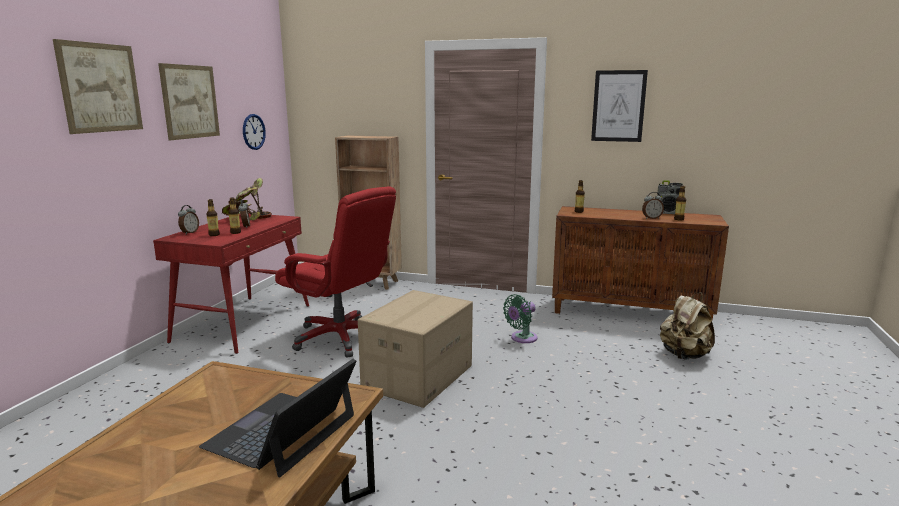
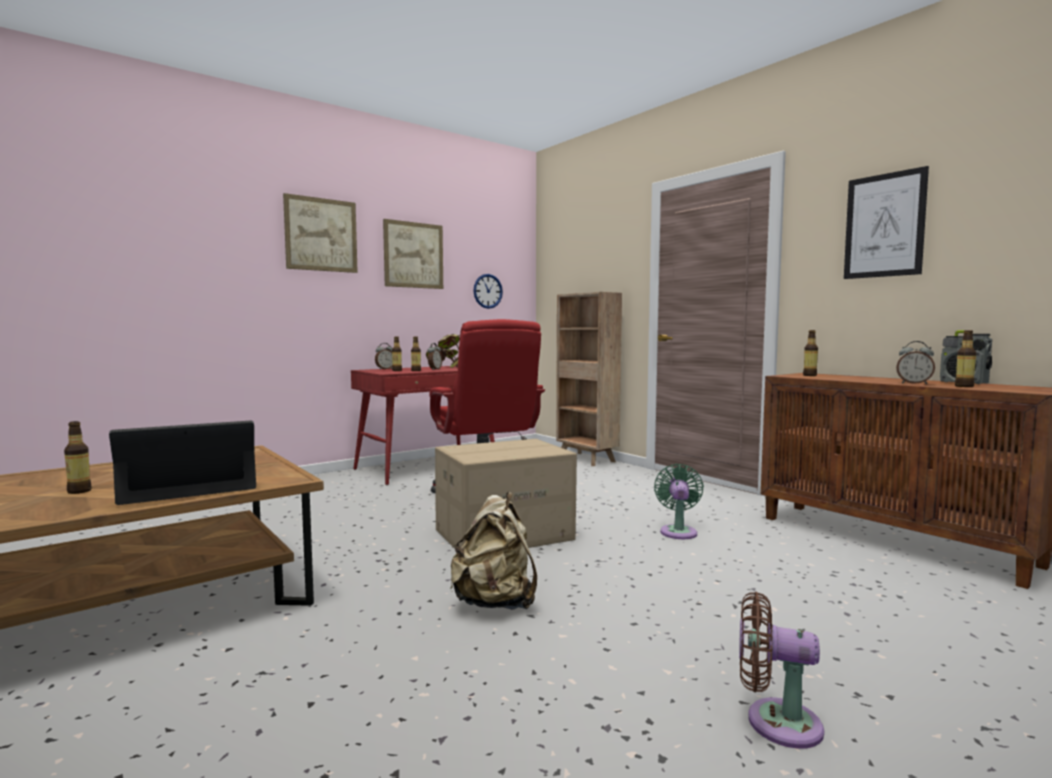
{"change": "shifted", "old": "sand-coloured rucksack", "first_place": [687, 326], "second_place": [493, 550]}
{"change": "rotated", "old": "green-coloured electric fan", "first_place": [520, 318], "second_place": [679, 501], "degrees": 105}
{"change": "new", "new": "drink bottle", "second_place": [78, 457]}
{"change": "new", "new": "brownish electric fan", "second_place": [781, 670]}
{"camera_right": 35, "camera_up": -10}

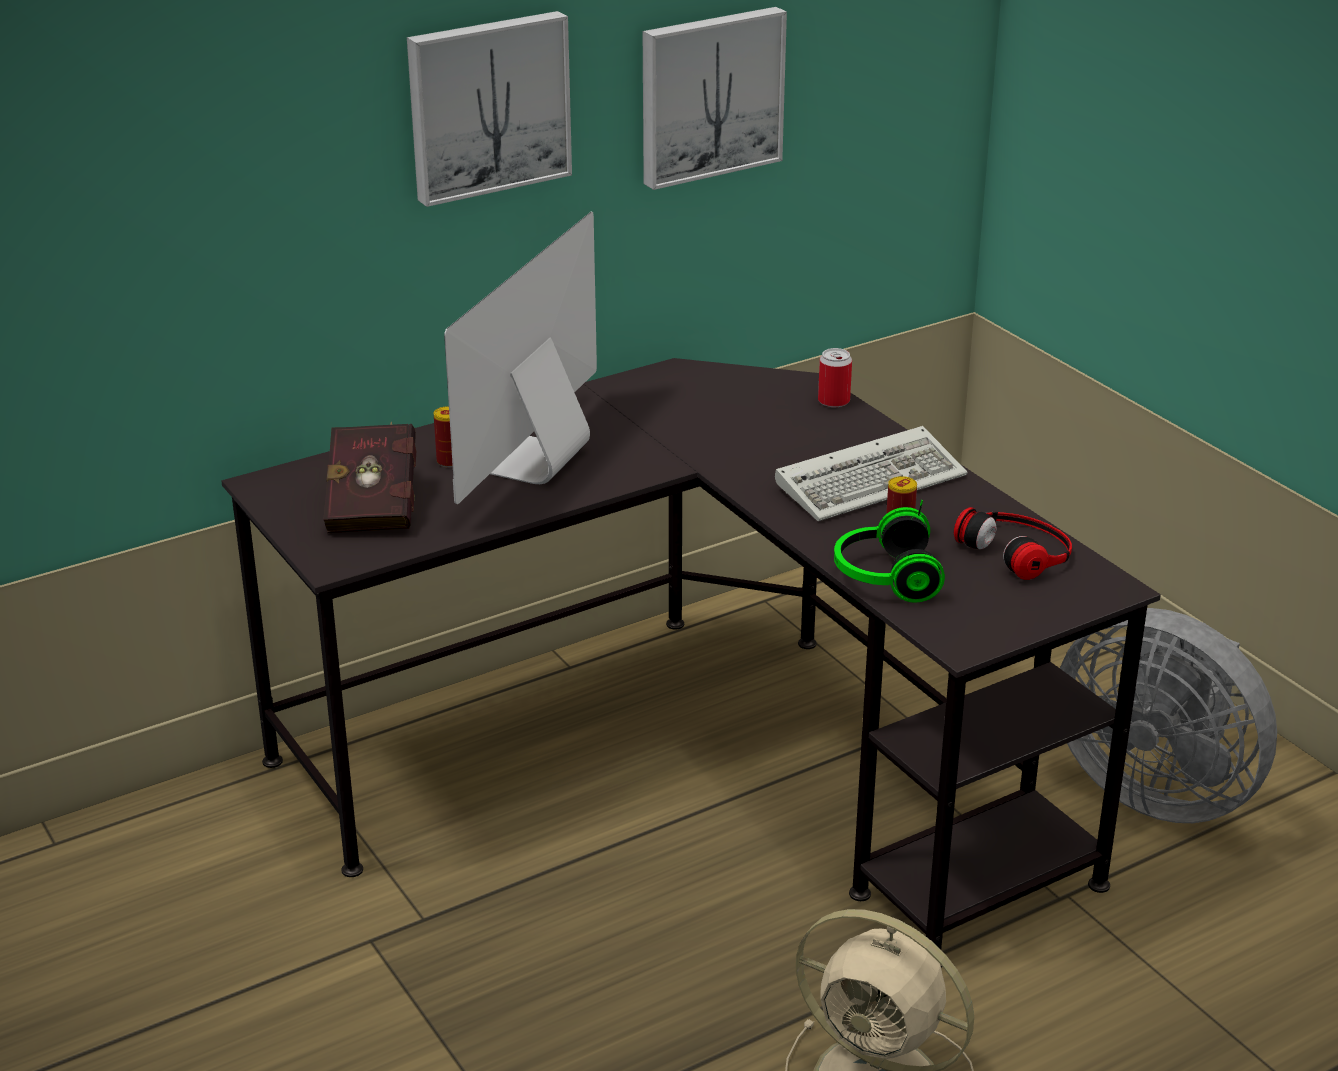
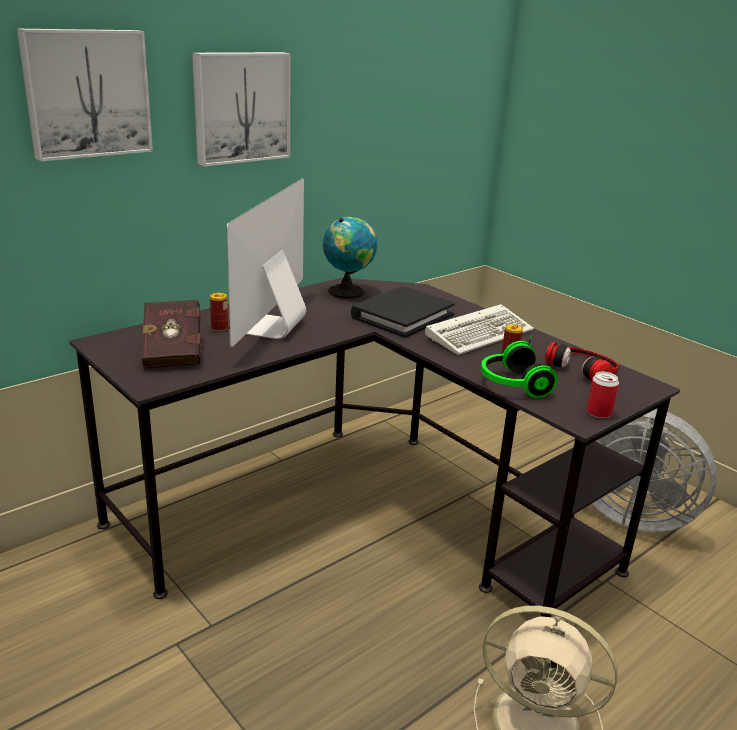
{"change": "shifted", "old": "picture", "first_place": [715, 98], "second_place": [85, 95]}
{"change": "shifted", "old": "can", "first_place": [835, 377], "second_place": [602, 395]}
{"change": "new", "new": "world globe", "second_place": [350, 258]}
{"change": "new", "new": "black book", "second_place": [403, 312]}
{"camera_right": -10, "camera_up": -5}

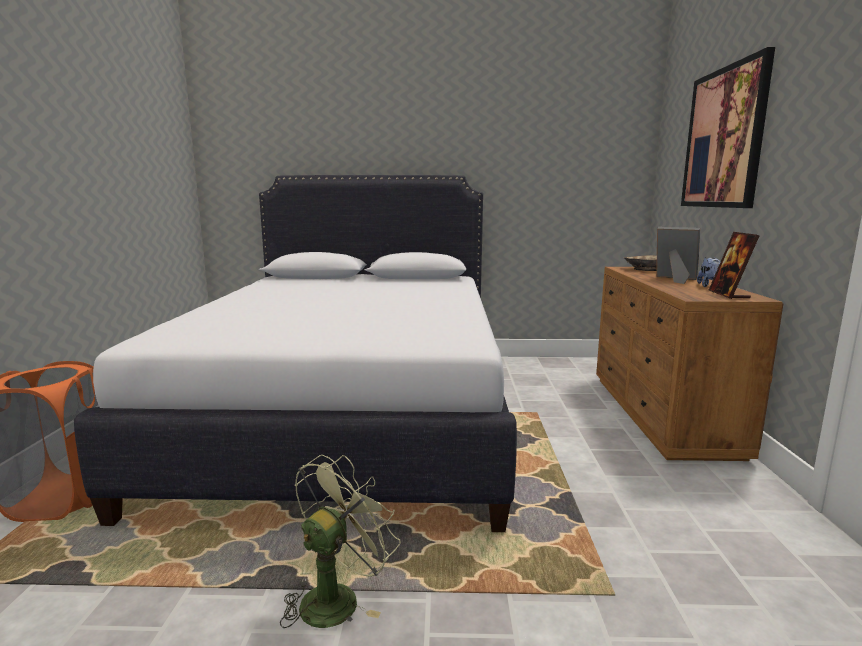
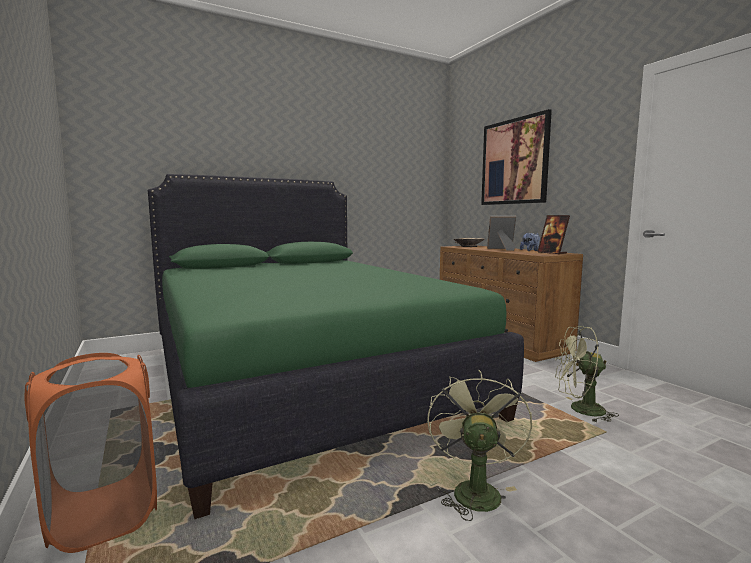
{"change": "repainted", "old": "white sleeping bed", "new": "green-coloured sleeping bed", "first_place": [295, 353], "second_place": [336, 346]}
{"change": "new", "new": "green-coloured electric fan", "second_place": [587, 374]}
{"camera_right": -30, "camera_up": -5}

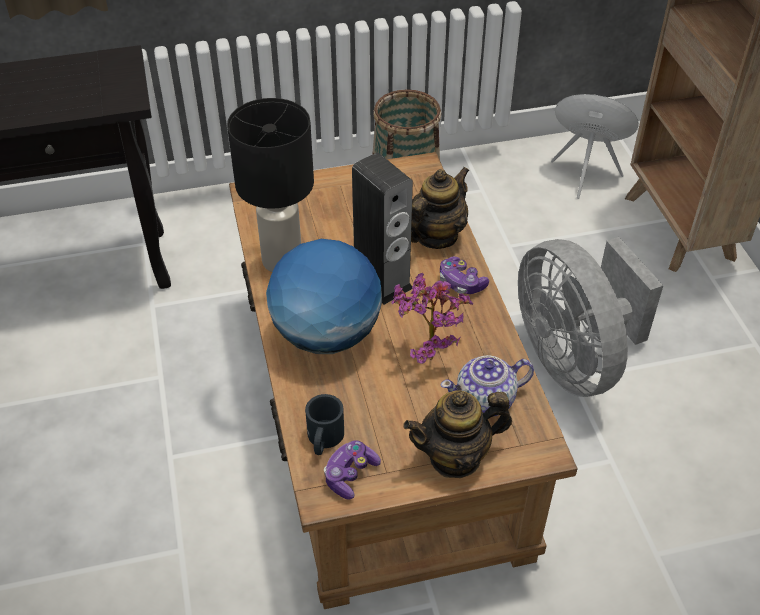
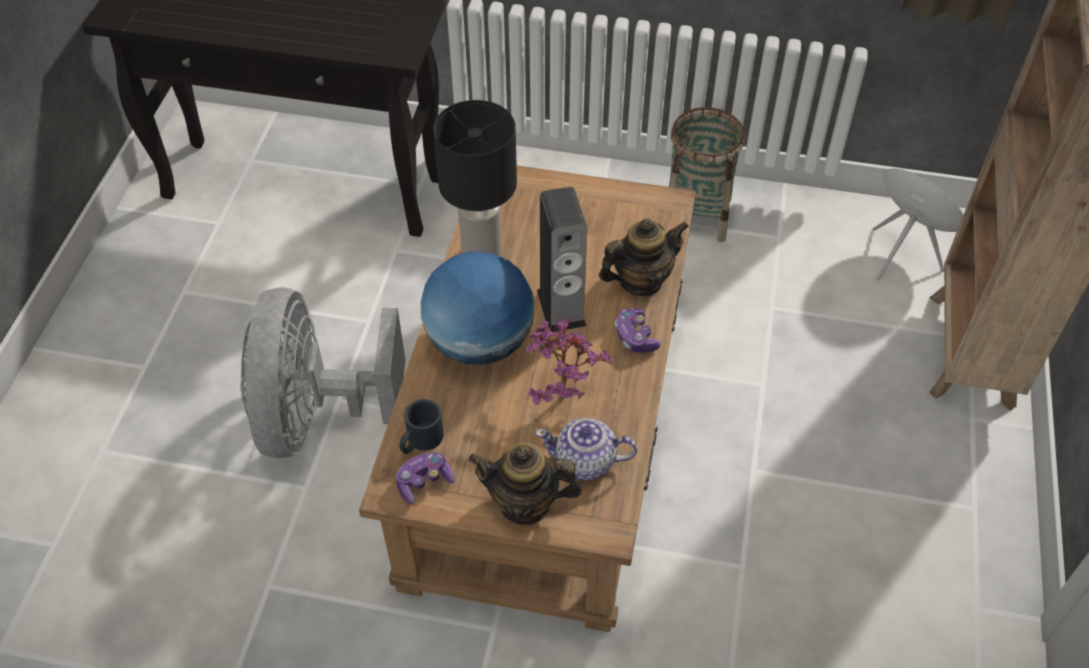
{"change": "shifted", "old": "grey electric fan", "first_place": [590, 317], "second_place": [322, 372]}
{"camera_right": 25, "camera_up": 5}

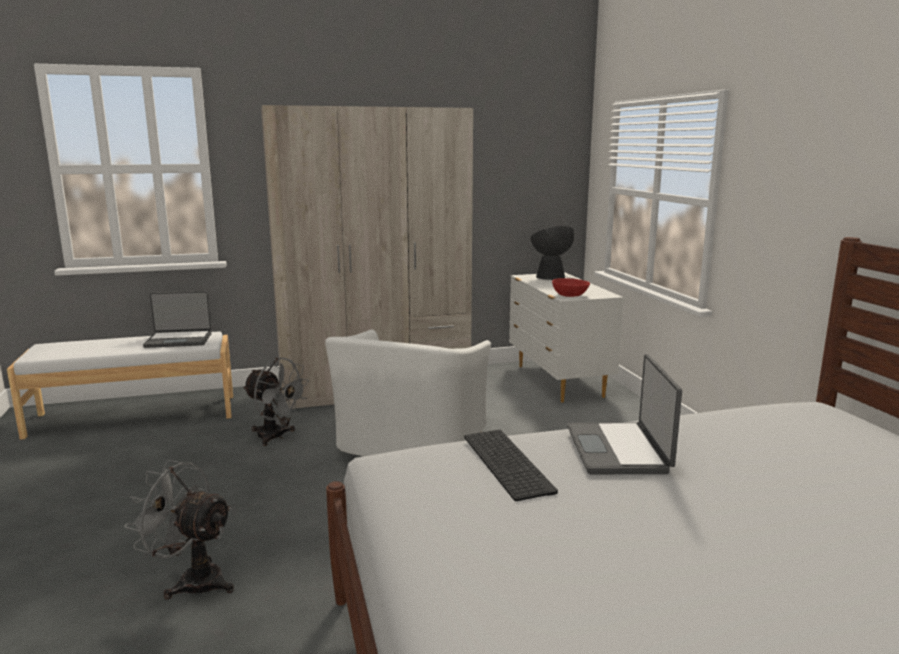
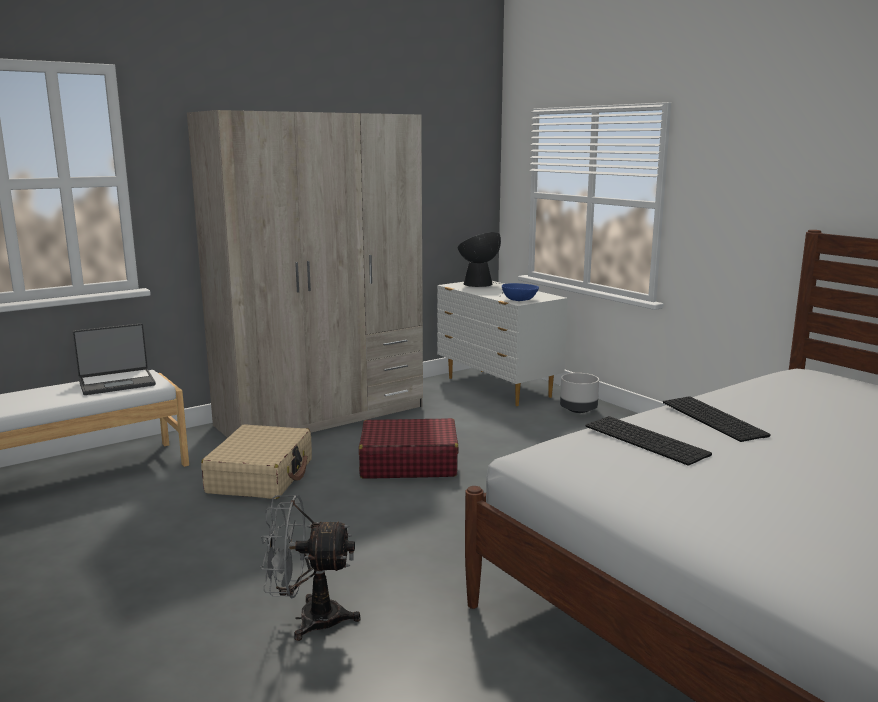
{"change": "repainted", "old": "red-coloured serving bowl", "new": "blue-coloured serving bowl", "first_place": [571, 287], "second_place": [520, 292]}
{"change": "swapped", "old": "white easy chair", "new": "red-coloured suitcase", "first_place": [408, 393], "second_place": [408, 448]}
{"change": "swapped", "old": "laptop", "new": "computer keyboard", "first_place": [624, 414], "second_place": [717, 419]}
{"change": "swapped", "old": "grey electric fan", "new": "sand-coloured suitcase", "first_place": [276, 402], "second_place": [256, 461]}
{"change": "new", "new": "grey flower pot", "second_place": [579, 393]}
{"camera_right": -20, "camera_up": 0}

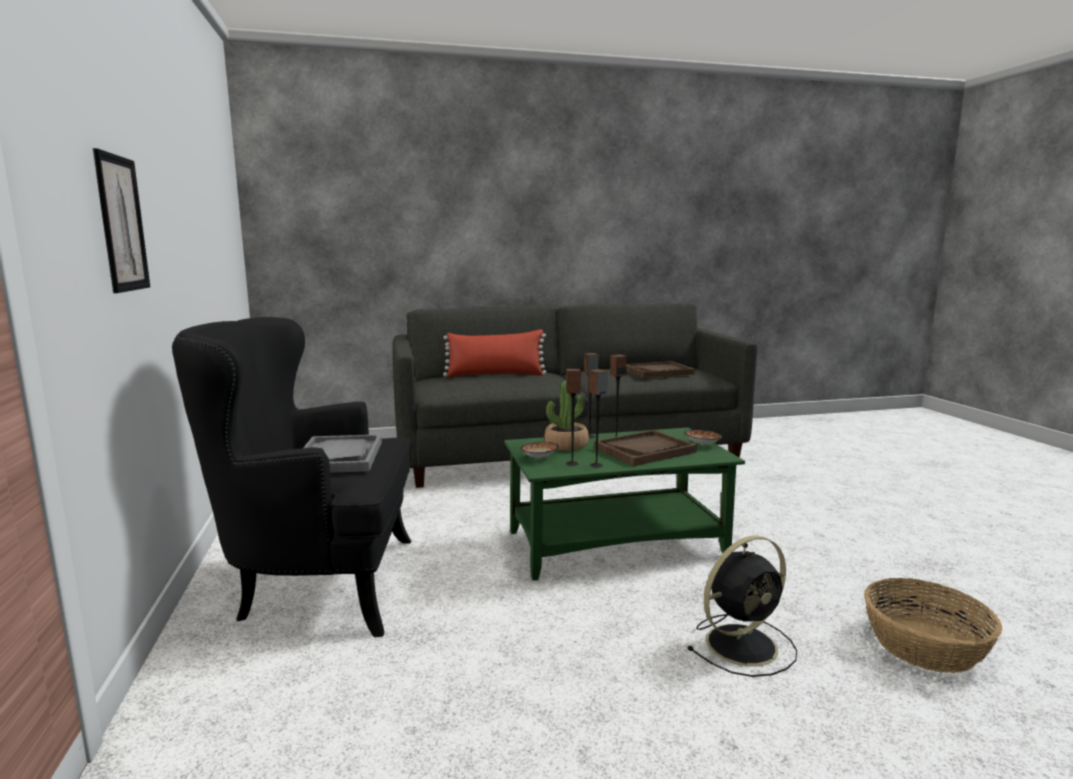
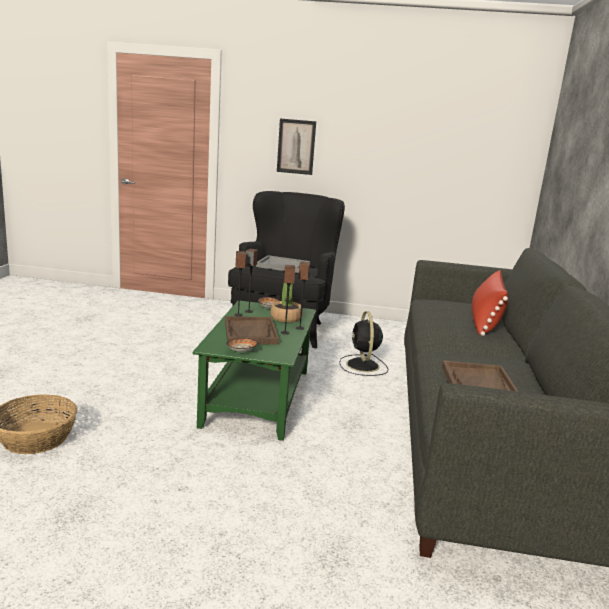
{"change": "shifted", "old": "black electric fan", "first_place": [742, 606], "second_place": [363, 343]}
{"camera_right": 110, "camera_up": 5}

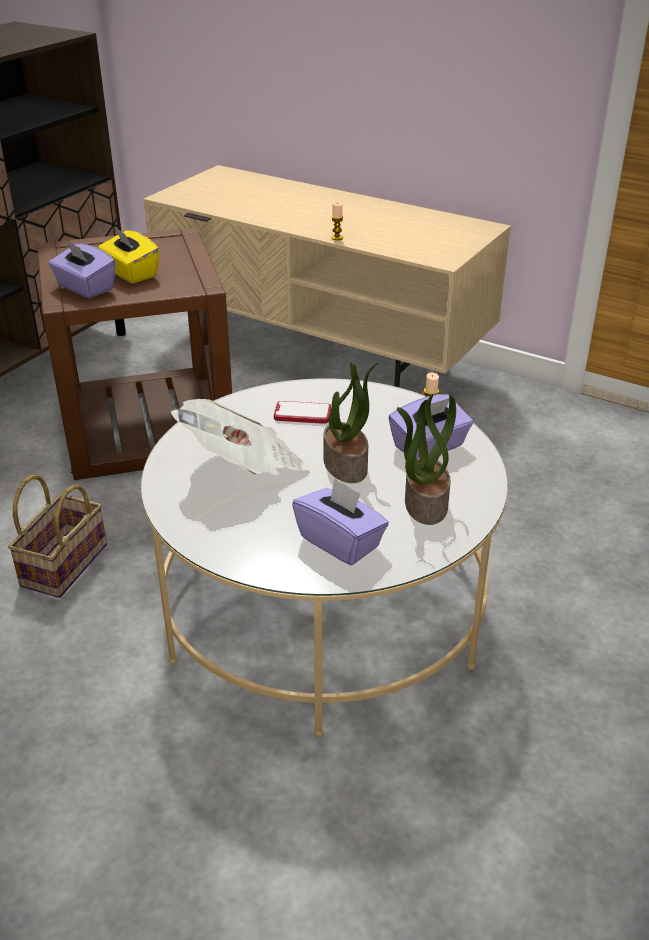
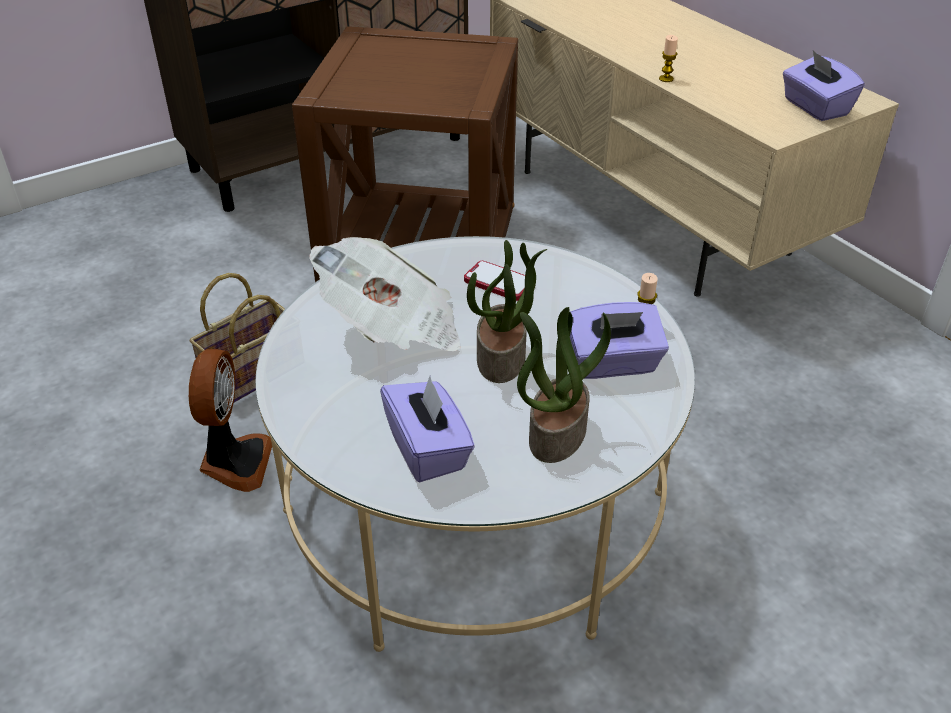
{"change": "gone", "old": "yellowish tissue box", "first_place": [128, 255]}
{"change": "shifted", "old": "purple tissue box", "first_place": [82, 269], "second_place": [824, 85]}
{"change": "new", "new": "electric fan", "second_place": [230, 420]}
{"camera_right": 25, "camera_up": 5}

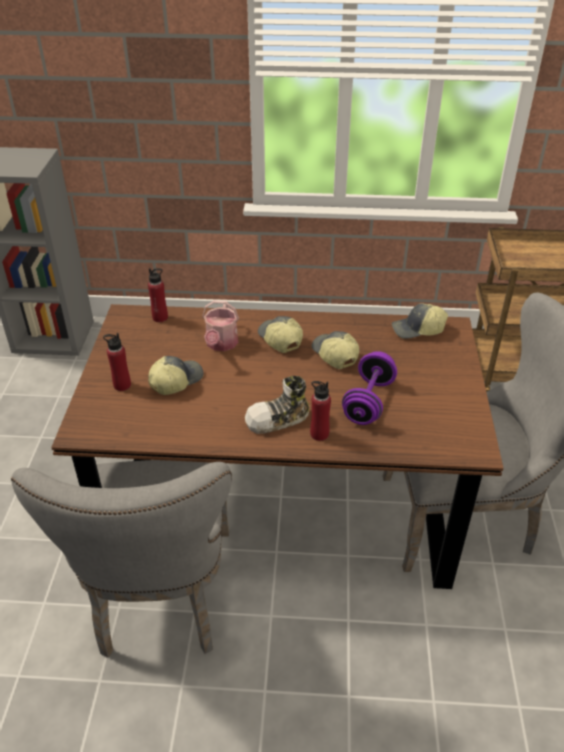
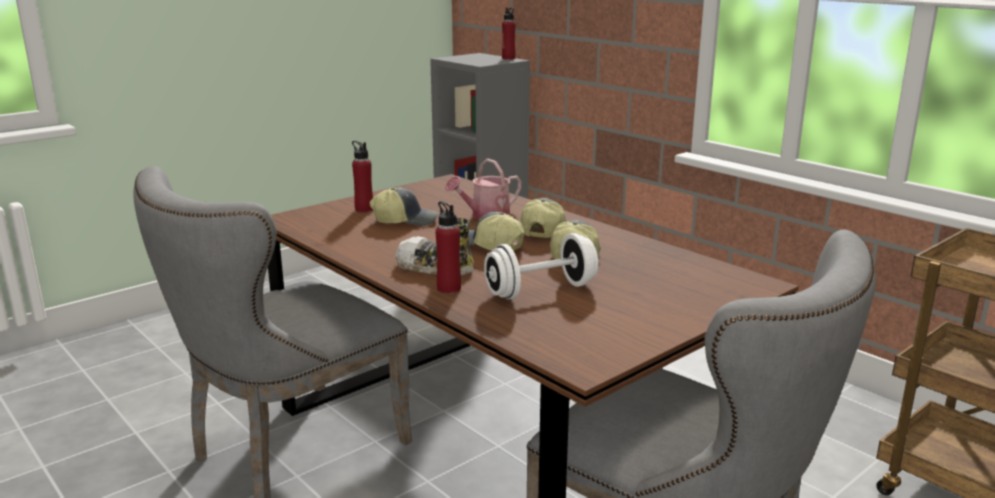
{"change": "shifted", "old": "red-coloured drink bottle", "first_place": [158, 295], "second_place": [509, 33]}
{"change": "shifted", "old": "peaked cap", "first_place": [420, 321], "second_place": [496, 231]}
{"change": "repainted", "old": "purple free weight", "new": "white free weight", "first_place": [369, 388], "second_place": [541, 266]}
{"camera_right": 45, "camera_up": -20}

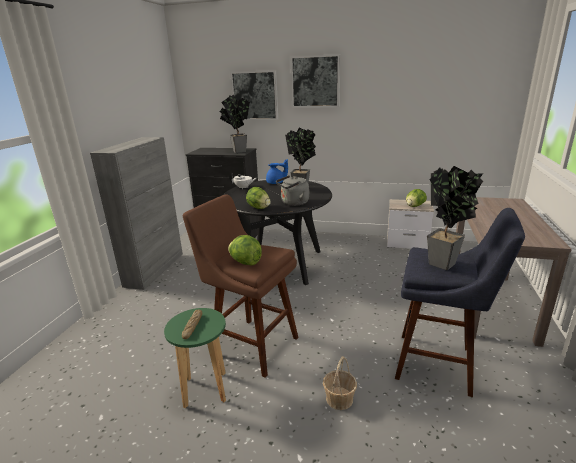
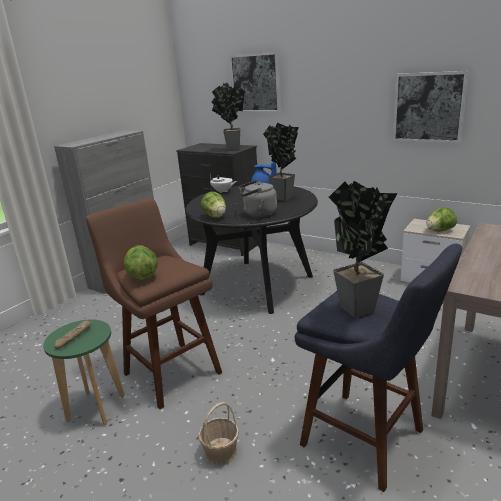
{"change": "shifted", "old": "picture", "first_place": [315, 81], "second_place": [430, 107]}
{"camera_right": 20, "camera_up": 0}

